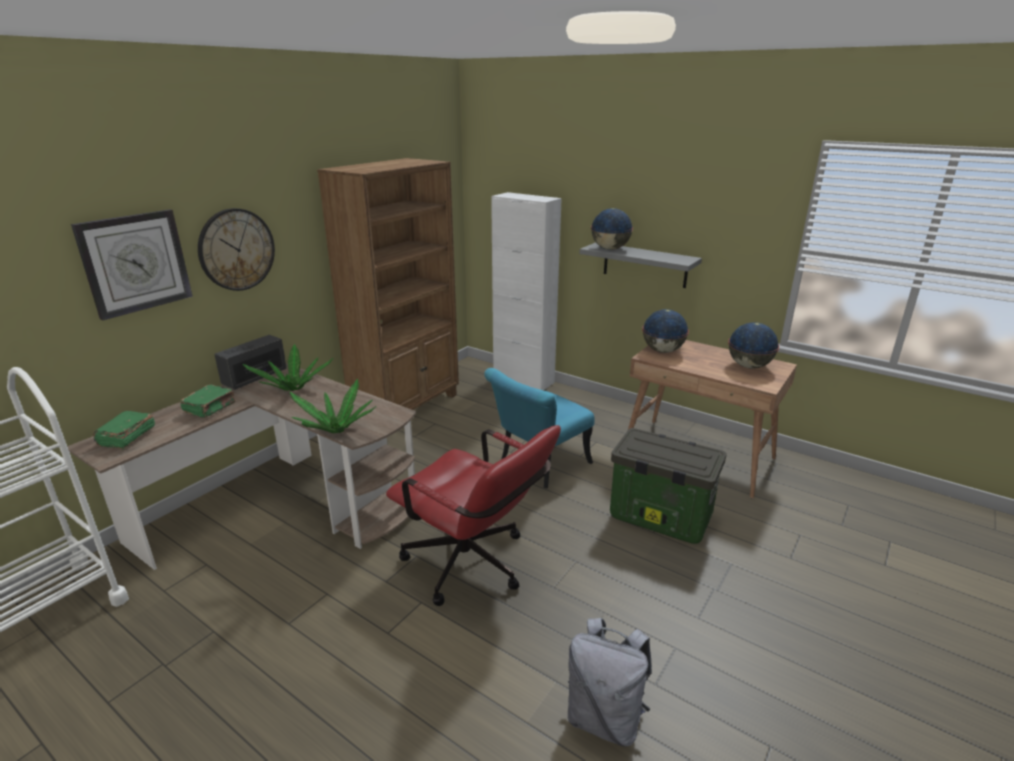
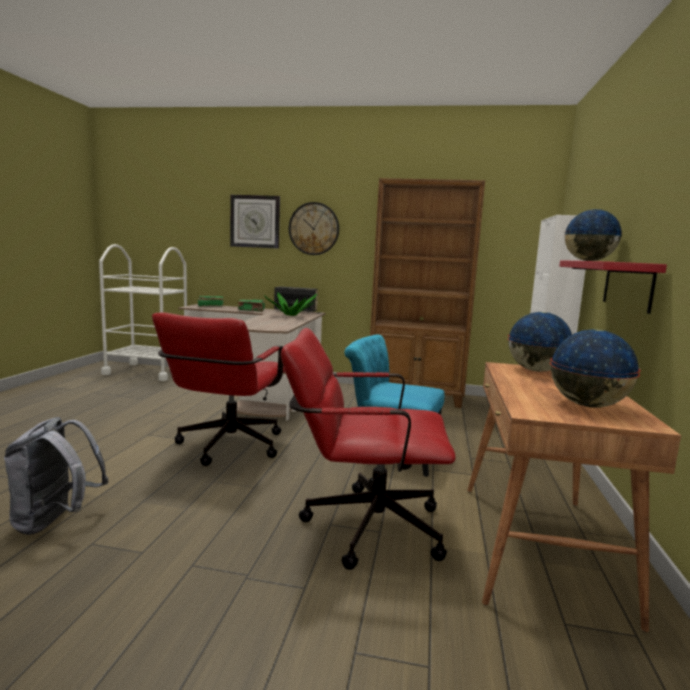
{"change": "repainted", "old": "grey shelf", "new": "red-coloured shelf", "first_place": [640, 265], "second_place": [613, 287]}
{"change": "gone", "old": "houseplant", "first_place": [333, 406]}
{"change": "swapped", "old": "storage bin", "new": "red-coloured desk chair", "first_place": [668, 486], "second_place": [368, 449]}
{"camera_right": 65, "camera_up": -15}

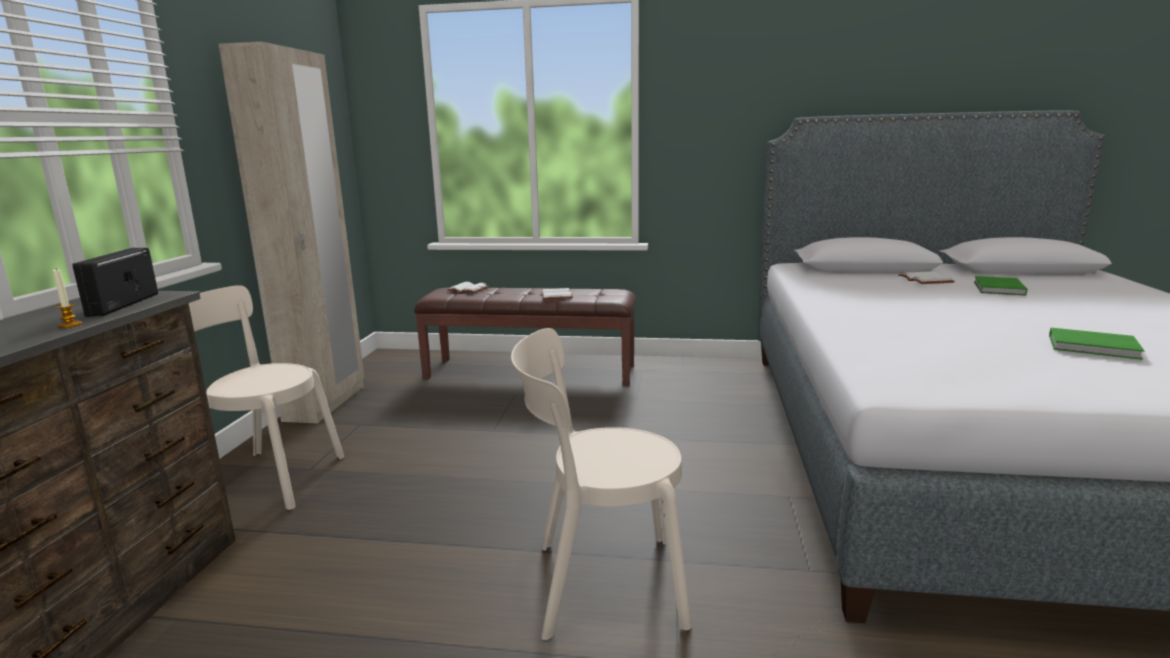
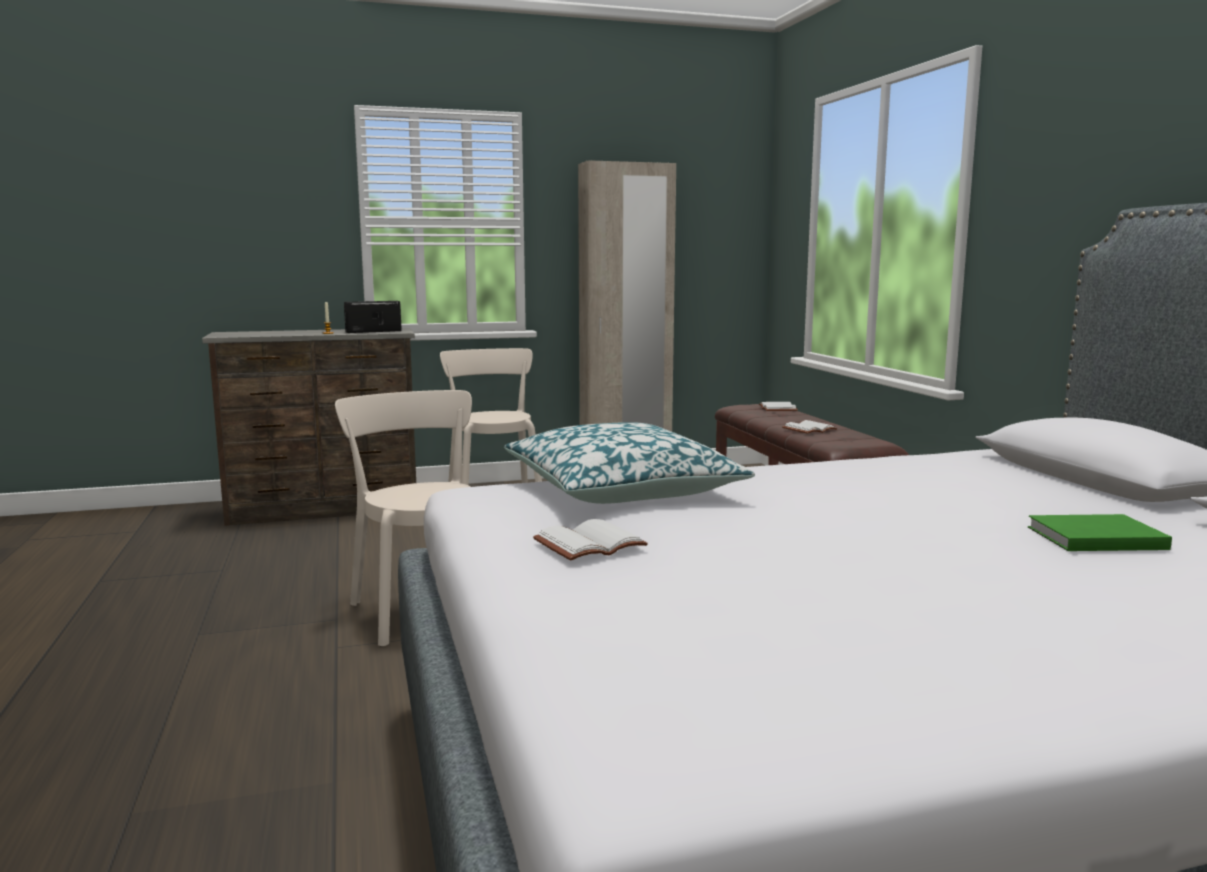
{"change": "shifted", "old": "white book", "first_place": [926, 277], "second_place": [590, 540]}
{"change": "gone", "old": "green-coloured book", "first_place": [1097, 344]}
{"change": "new", "new": "cushion", "second_place": [629, 463]}
{"camera_right": 65, "camera_up": -5}

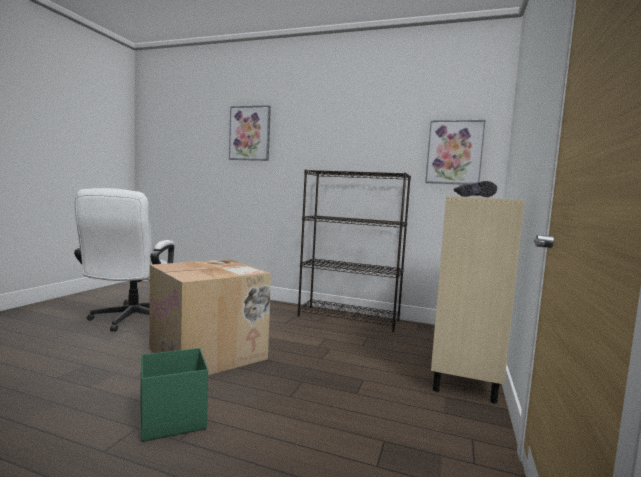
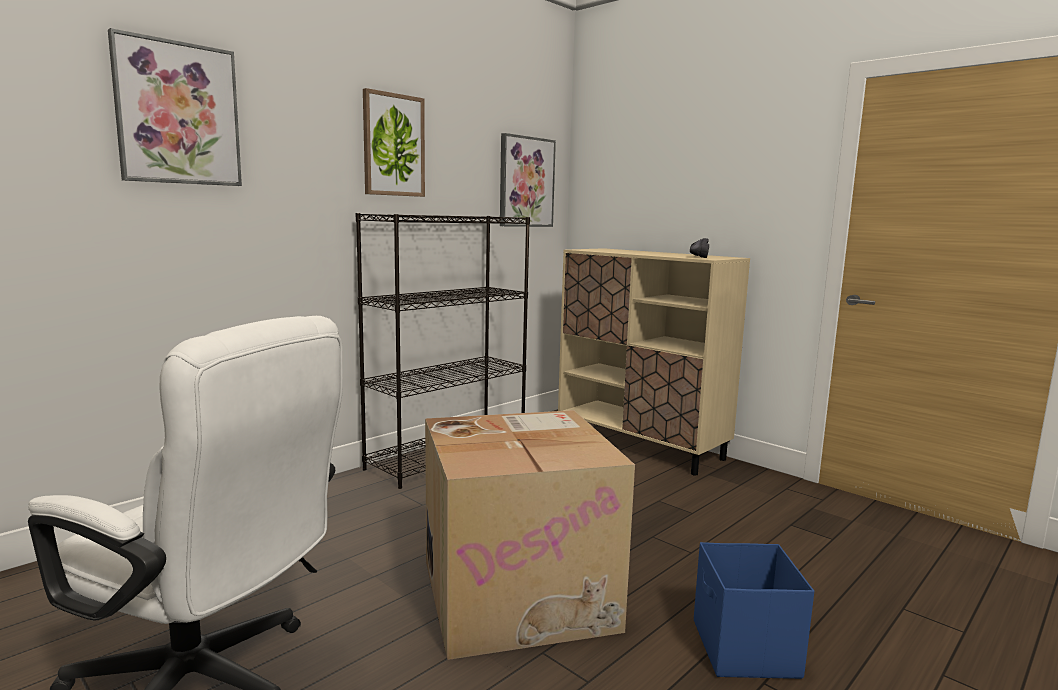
{"change": "repainted", "old": "green-coloured storage bin", "new": "blue-coloured storage bin", "first_place": [174, 395], "second_place": [754, 610]}
{"change": "new", "new": "picture", "second_place": [394, 142]}
{"camera_right": -65, "camera_up": 5}

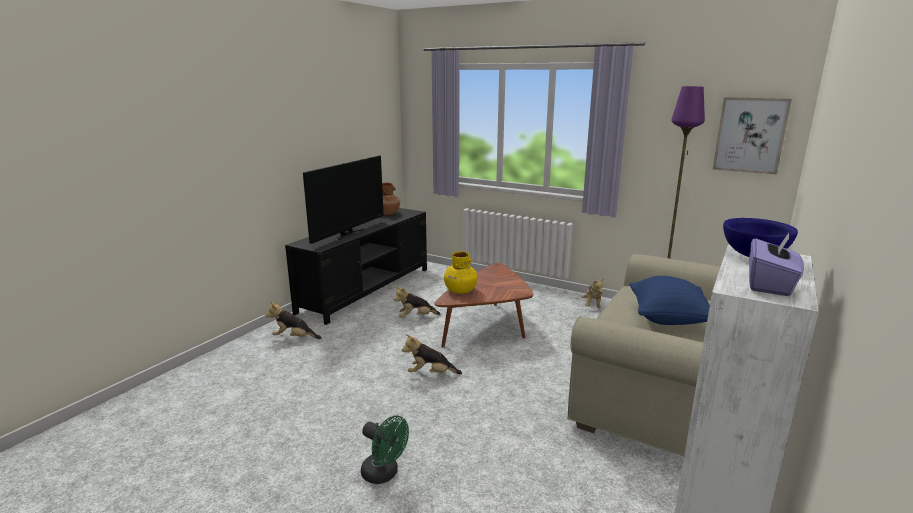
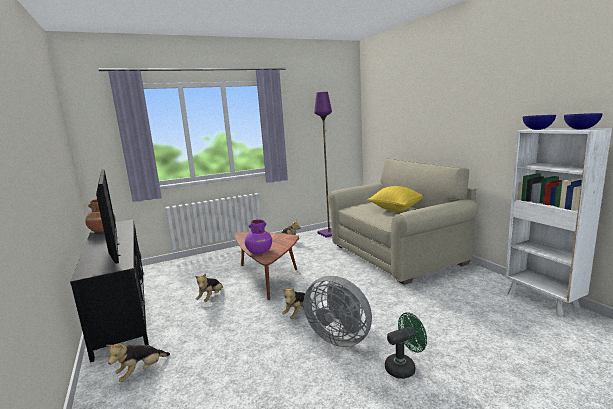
{"change": "gone", "old": "picture", "first_place": [752, 136]}
{"change": "swapped", "old": "purple tissue box", "new": "blue-coloured serving bowl", "first_place": [776, 264], "second_place": [583, 121]}
{"change": "repainted", "old": "yellowish vase", "new": "purple vase", "first_place": [461, 272], "second_place": [258, 236]}
{"change": "repainted", "old": "blue-coloured cushion", "new": "yellowish cushion", "first_place": [669, 300], "second_place": [395, 199]}
{"change": "new", "new": "grey electric fan", "second_place": [337, 311]}
{"camera_right": -55, "camera_up": -5}

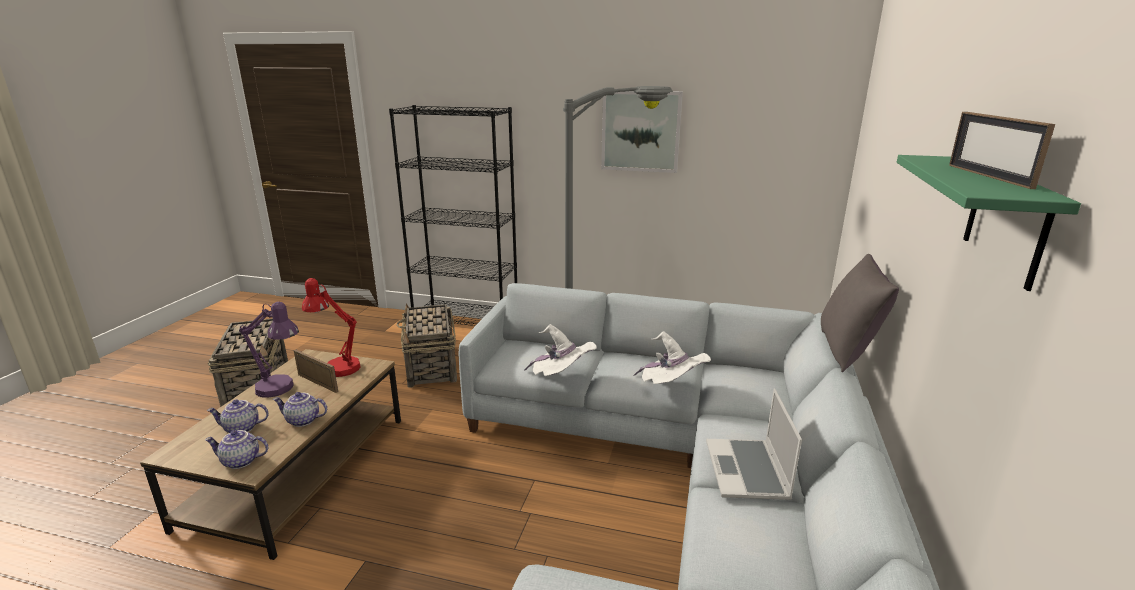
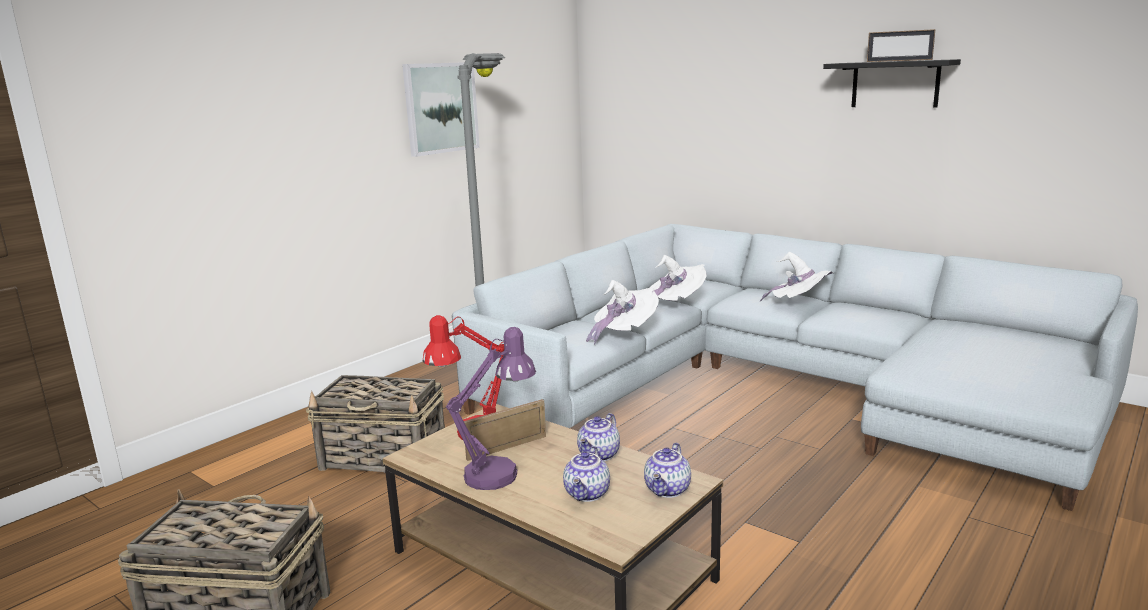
{"change": "gone", "old": "black shelving unit", "first_place": [453, 215]}
{"change": "repainted", "old": "green-coloured shelf", "new": "black shelf", "first_place": [989, 223], "second_place": [892, 83]}
{"change": "gone", "old": "grey cushion", "first_place": [860, 313]}
{"change": "swapped", "old": "laptop", "new": "white clothing hat", "first_place": [754, 444], "second_place": [796, 276]}
{"camera_right": -65, "camera_up": -5}

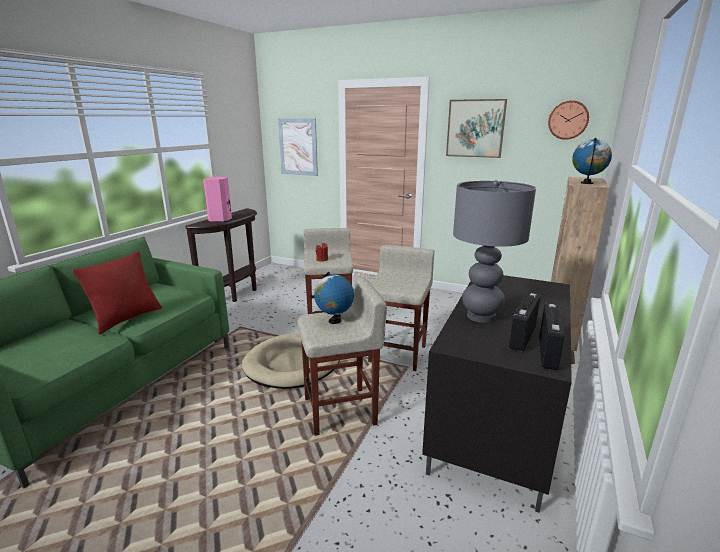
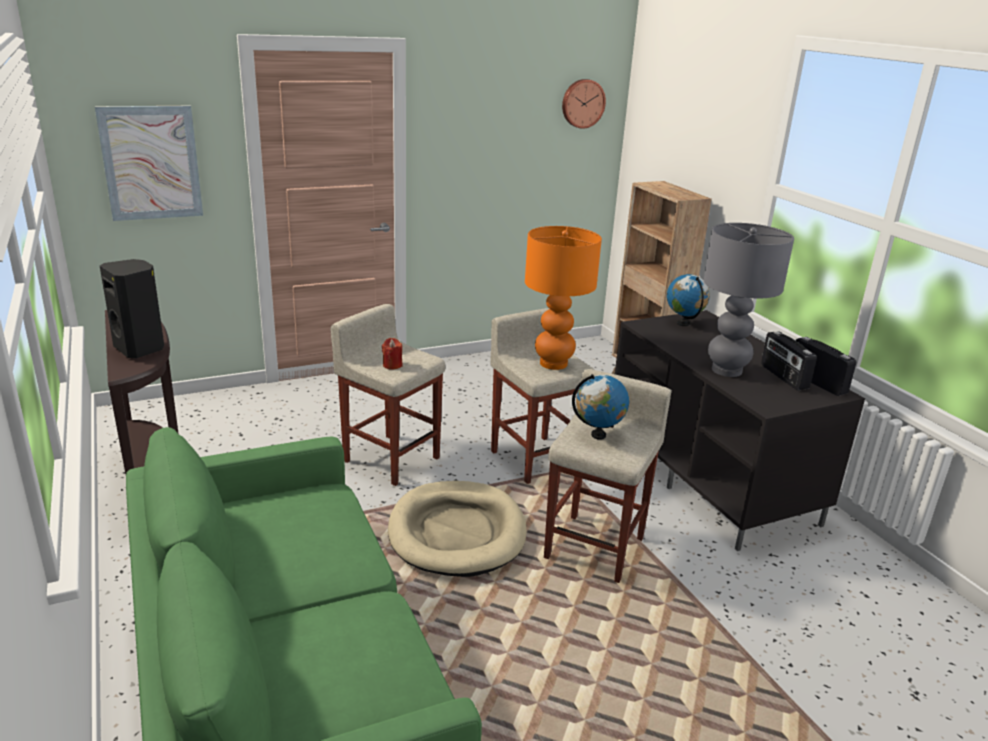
{"change": "gone", "old": "picture", "first_place": [476, 128]}
{"change": "shifted", "old": "world globe", "first_place": [592, 161], "second_place": [688, 300]}
{"change": "repainted", "old": "pink-coloured loudspeaker", "new": "black loudspeaker", "first_place": [217, 199], "second_place": [132, 308]}
{"change": "gone", "old": "red-coloured cushion", "first_place": [117, 292]}
{"change": "new", "new": "orange tabletop lamp", "second_place": [563, 298]}
{"camera_right": -50, "camera_up": 5}

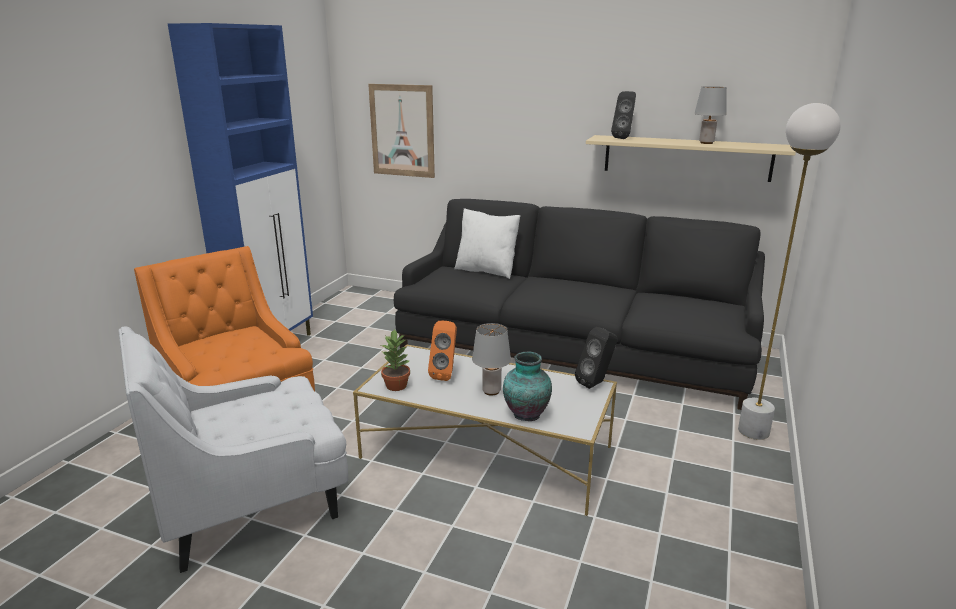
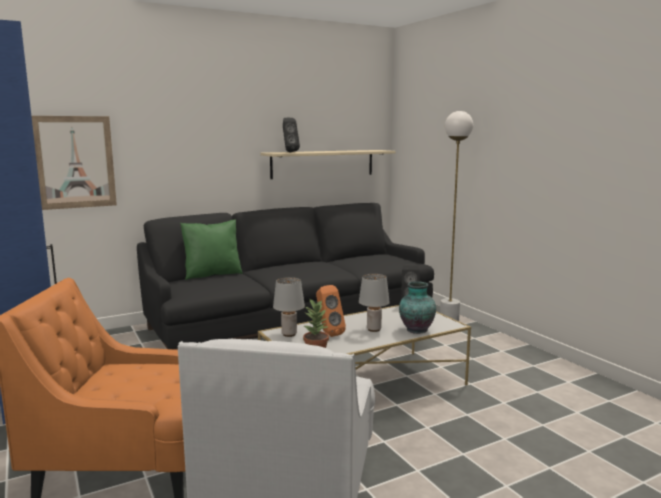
{"change": "shifted", "old": "grey tabletop lamp", "first_place": [711, 115], "second_place": [289, 307]}
{"change": "repainted", "old": "white cushion", "new": "green-coloured cushion", "first_place": [487, 243], "second_place": [211, 250]}
{"camera_right": -50, "camera_up": -10}

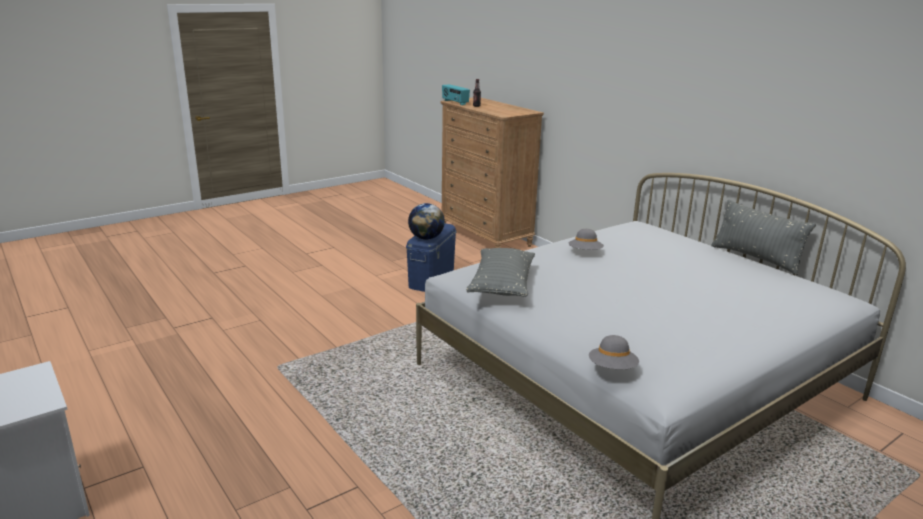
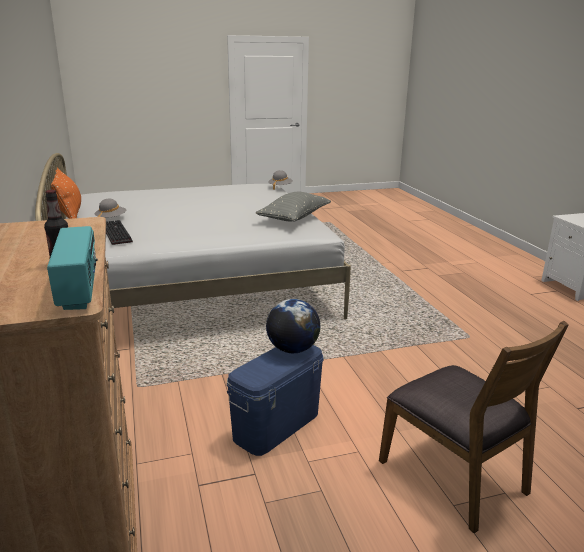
{"change": "repainted", "old": "grey cushion", "new": "orange cushion", "first_place": [763, 237], "second_place": [66, 193]}
{"change": "shifted", "old": "grey clothing hat", "first_place": [586, 239], "second_place": [110, 208]}
{"change": "new", "new": "computer keyboard", "second_place": [119, 232]}
{"change": "new", "new": "brownish upright chair", "second_place": [474, 427]}
{"camera_right": -160, "camera_up": 0}

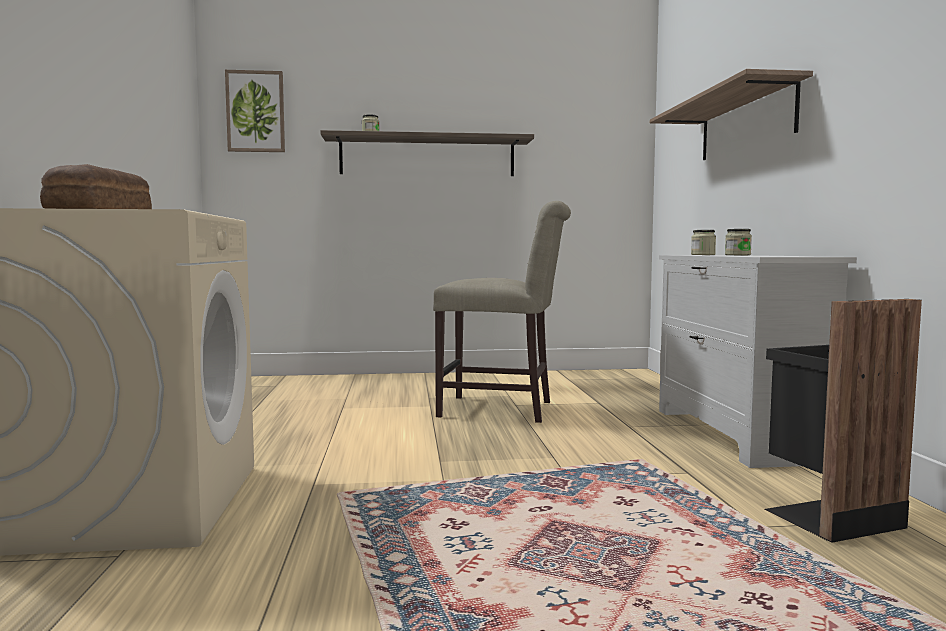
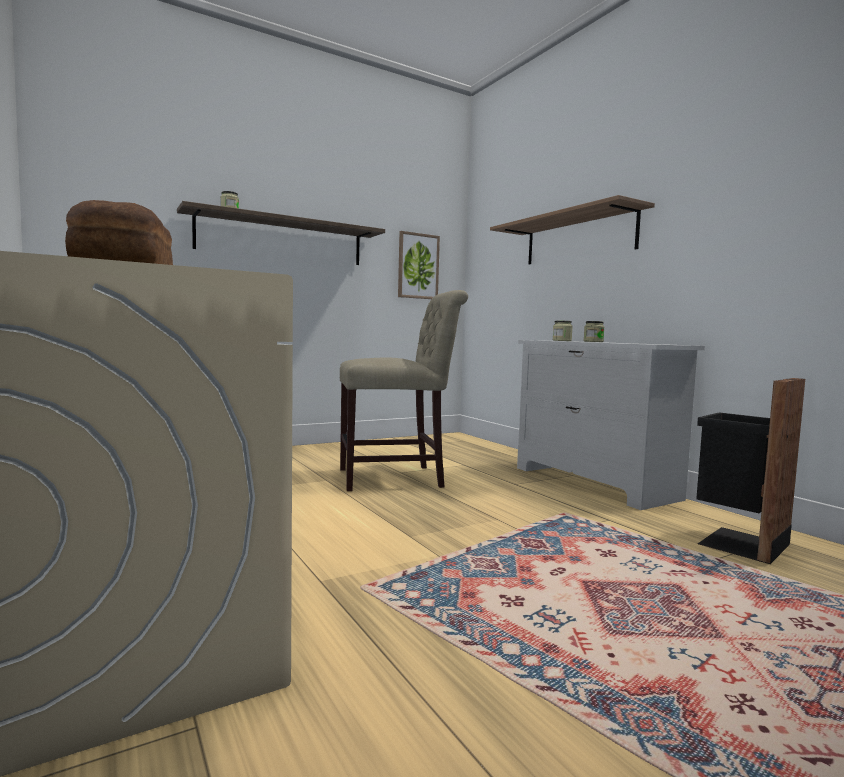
{"change": "shifted", "old": "picture", "first_place": [255, 111], "second_place": [419, 265]}
{"camera_right": -25, "camera_up": 0}

